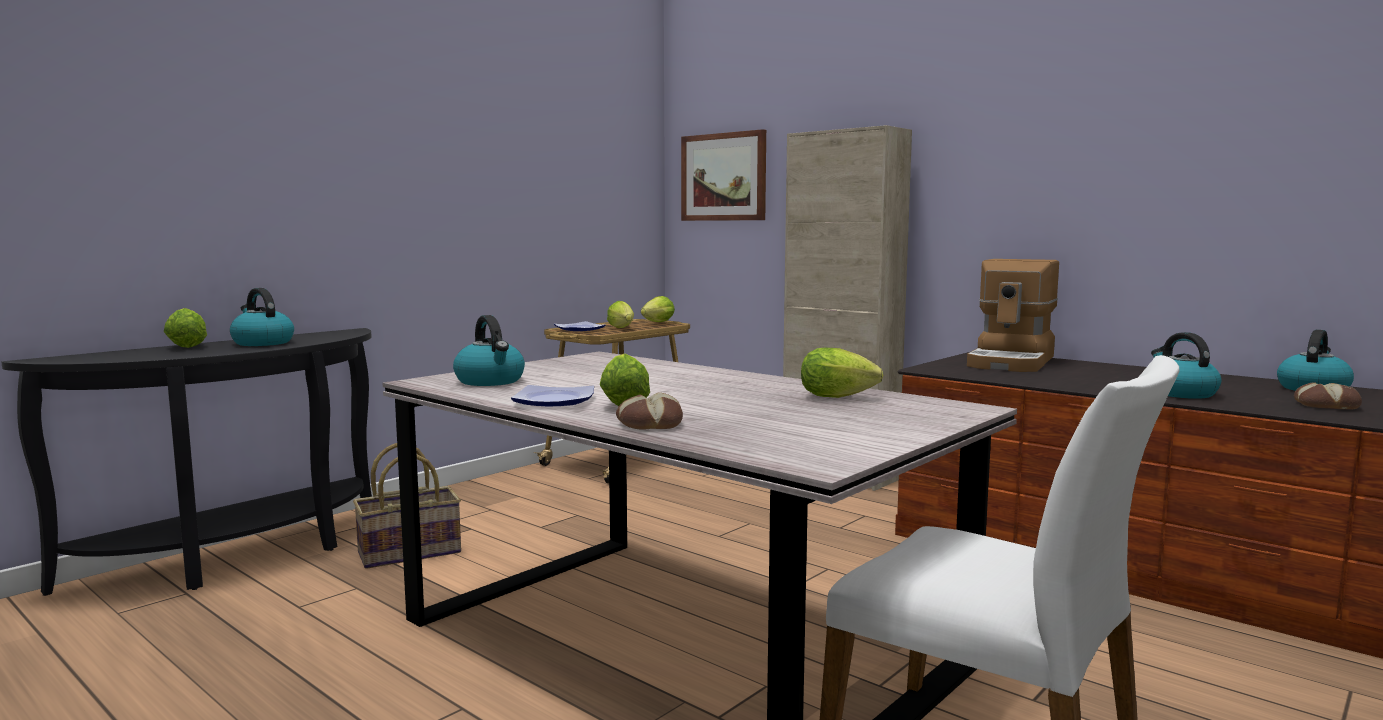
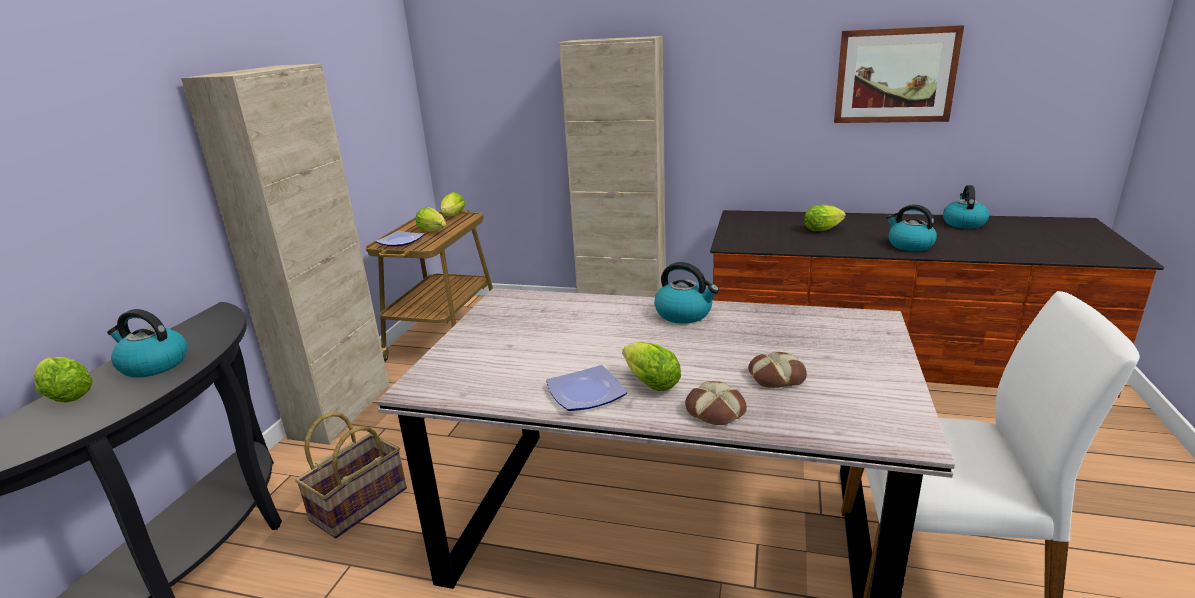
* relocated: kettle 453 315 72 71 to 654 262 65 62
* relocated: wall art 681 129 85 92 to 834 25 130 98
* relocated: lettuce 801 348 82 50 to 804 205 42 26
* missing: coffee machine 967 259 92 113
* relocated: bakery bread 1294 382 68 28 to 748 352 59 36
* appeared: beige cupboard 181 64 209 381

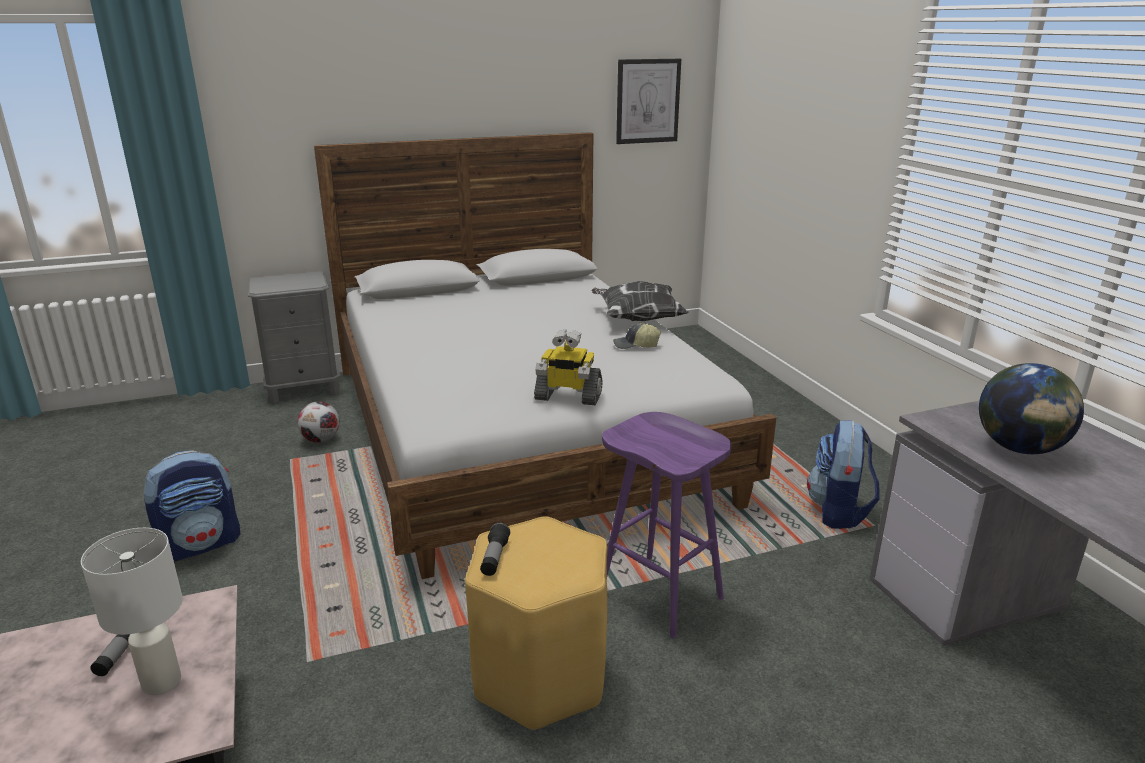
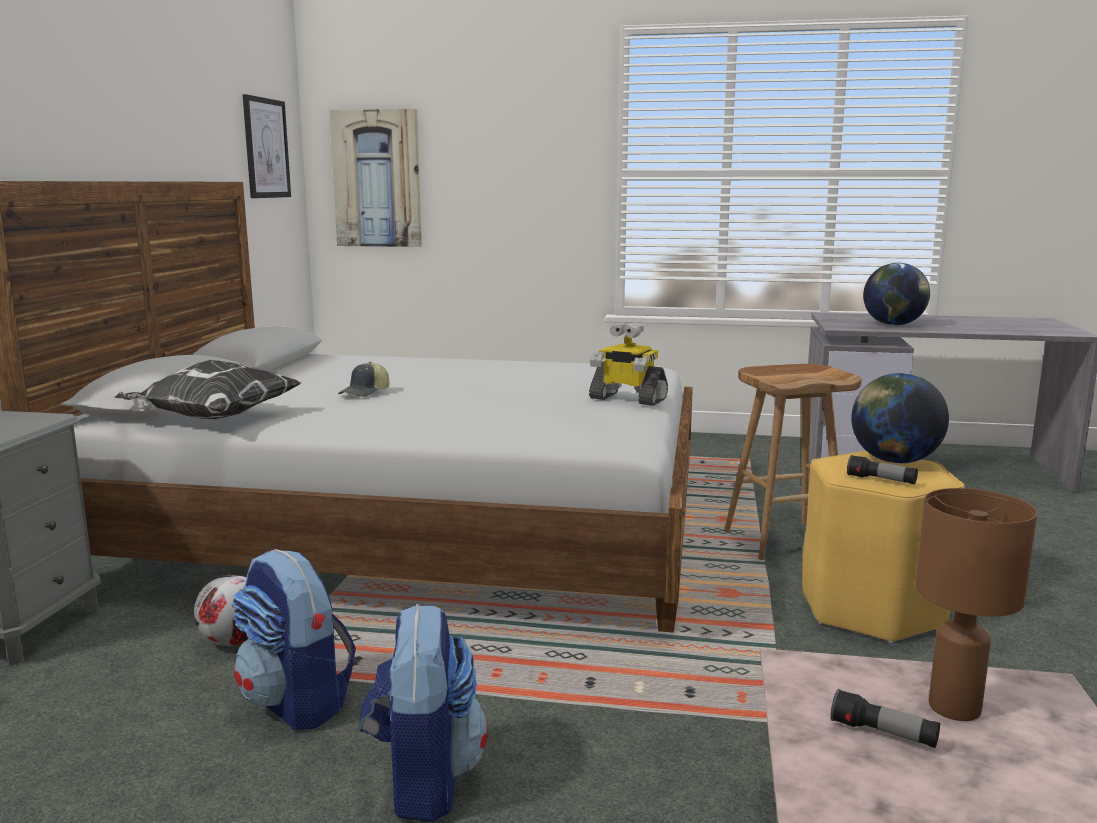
* colour: whitish tabletop lamp 81 528 101 167 to brown-coloured tabletop lamp 915 488 122 233
* spun: robot figure 534 329 69 76 = 589 322 79 84 75 degrees clockwise
* relocated: throw pillow 591 281 98 40 to 114 360 187 59
* colour: purple stool 602 412 129 226 to brown-coloured stool 724 364 138 196
* relocated: baseball cap 613 323 48 26 to 338 362 51 35
* relocated: backpack 807 420 73 109 to 232 549 124 181
* appeared: wall art 329 109 93 138
* appeared: world globe 851 373 98 91

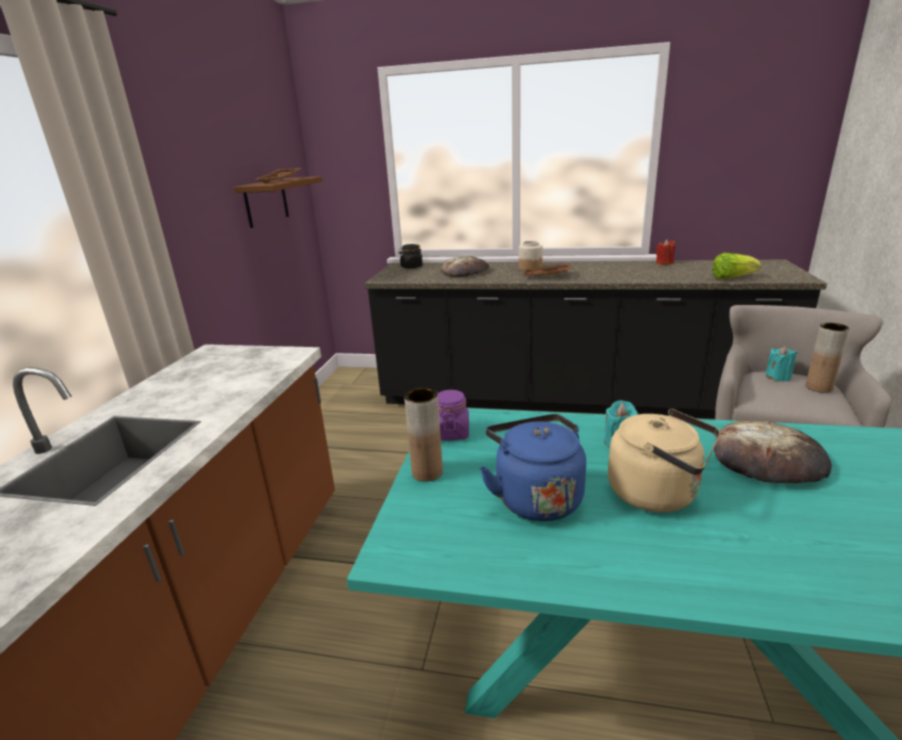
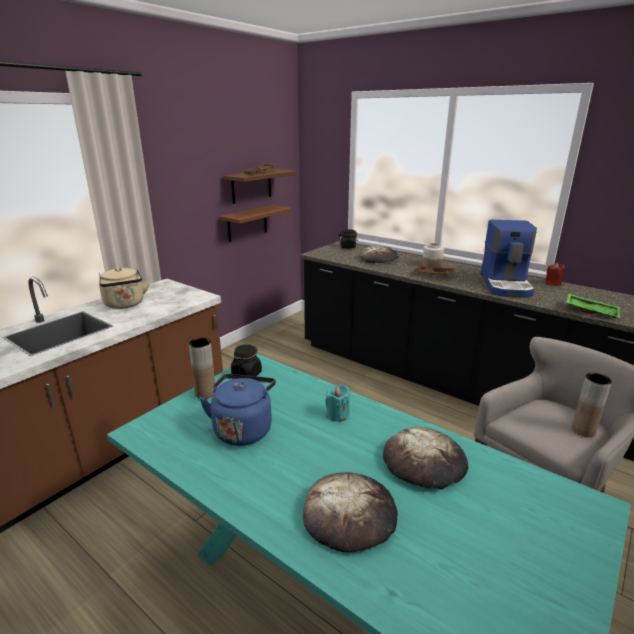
* colour: purple jar 437 390 32 50 to black jar 231 344 31 32
* relocated: beige kettle 608 409 112 103 to 99 267 51 42
* exchanged: lettuce 712 253 49 26 to green serving tray 566 293 54 25
* missing: blue-green wax candle 766 346 32 36
* appeared: brown-coloured wall shelf 219 205 73 37
* appeared: bakery bread 303 472 95 80
* appeared: coffee machine 480 220 57 78

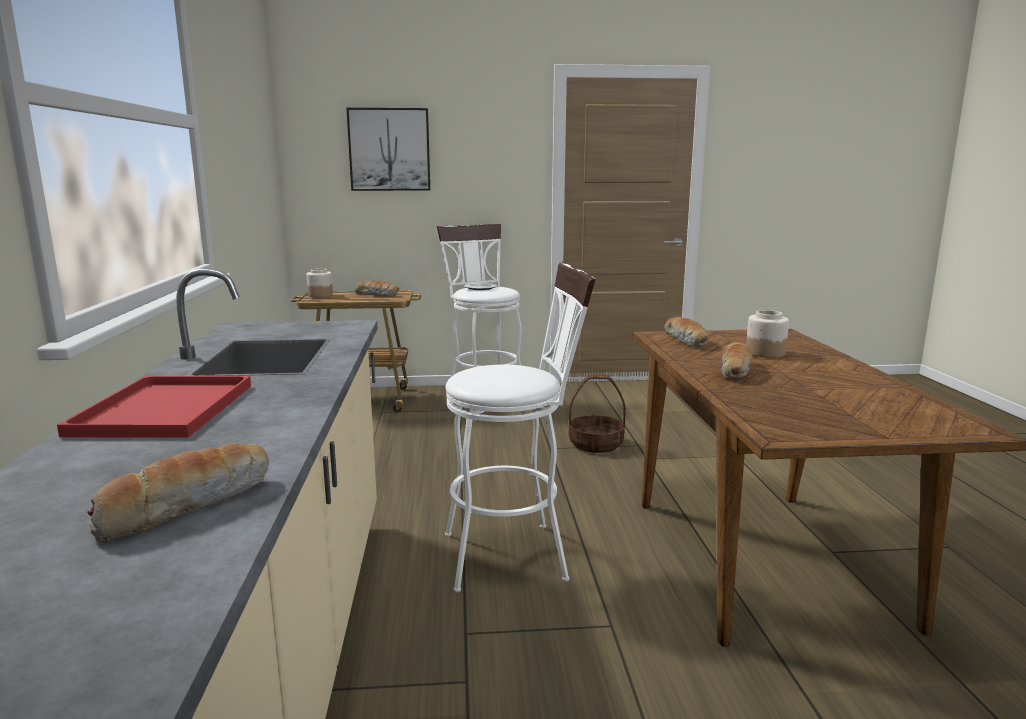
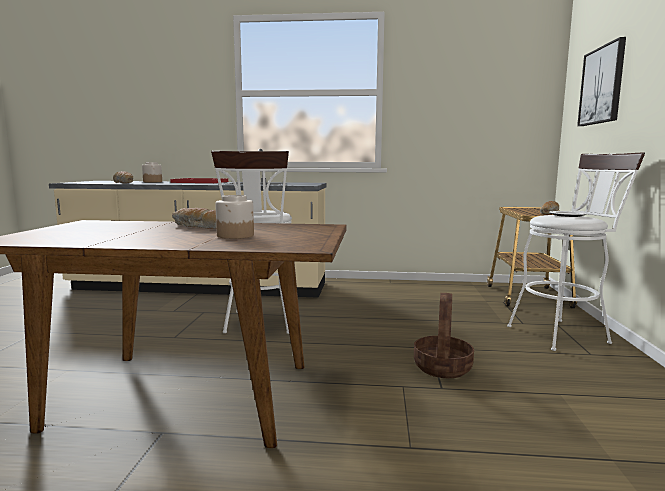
* relocated: jar 307 268 26 29 to 142 162 20 20
* missing: bakery bread 664 317 45 30

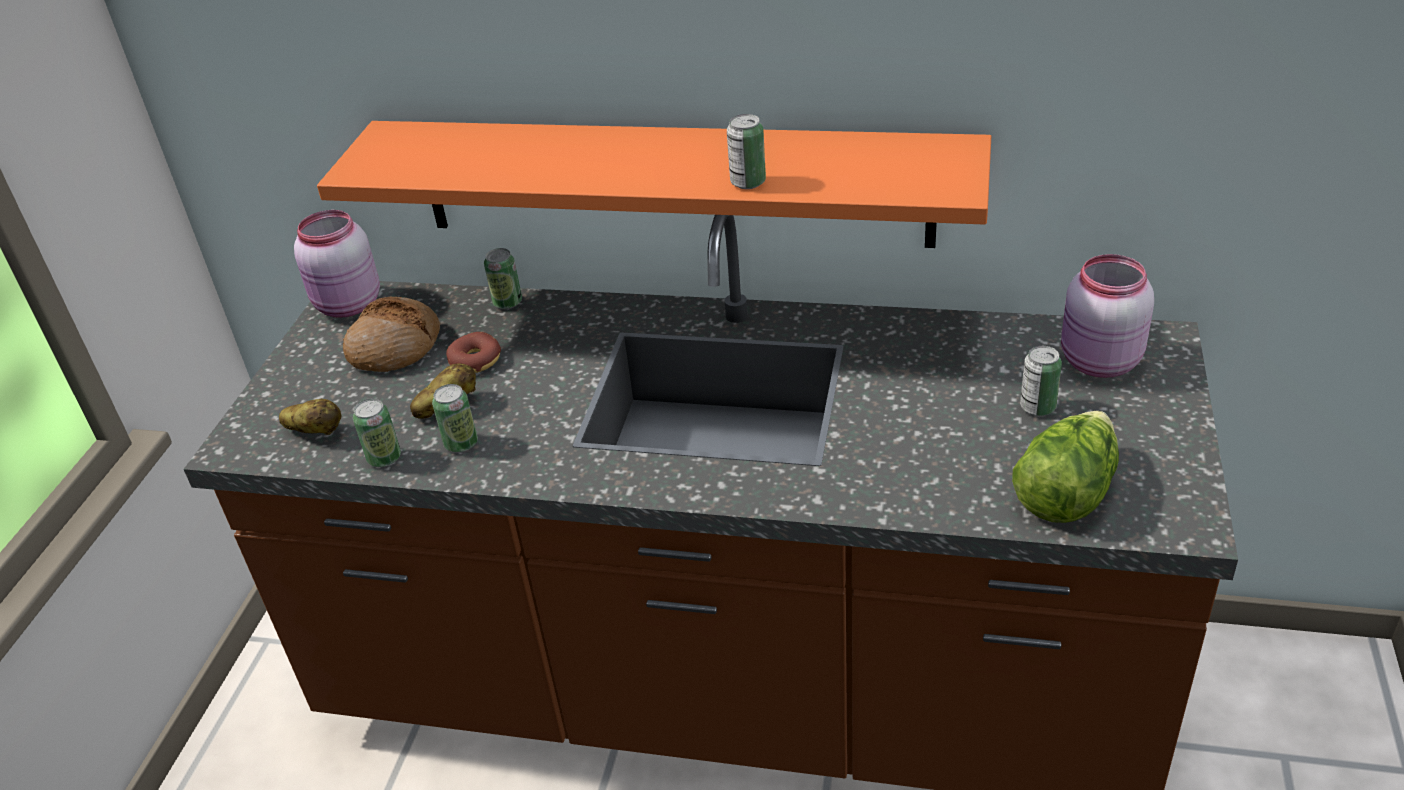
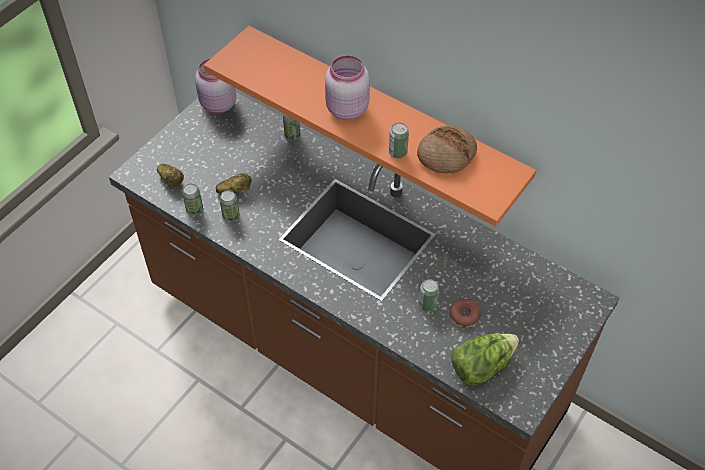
* relocated: bakery bread 343 297 97 75 to 417 125 60 48
* relocated: ring doughnut 446 332 55 41 to 449 299 32 29
* relocated: metal can 1020 346 42 70 to 419 279 20 32
* relocated: pink-coloured jar 1061 254 93 124 to 325 55 45 65

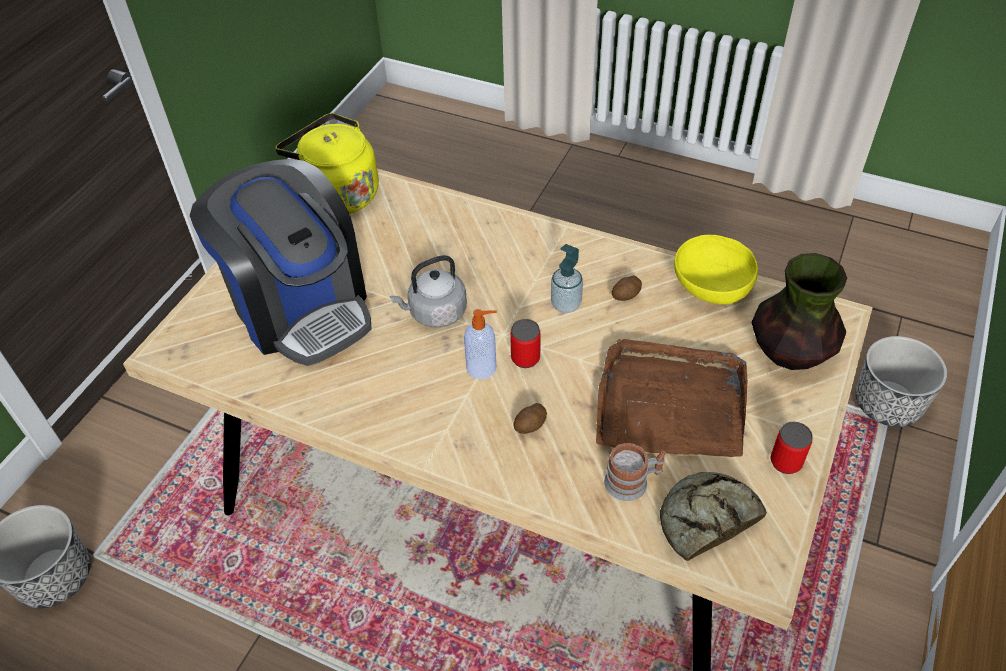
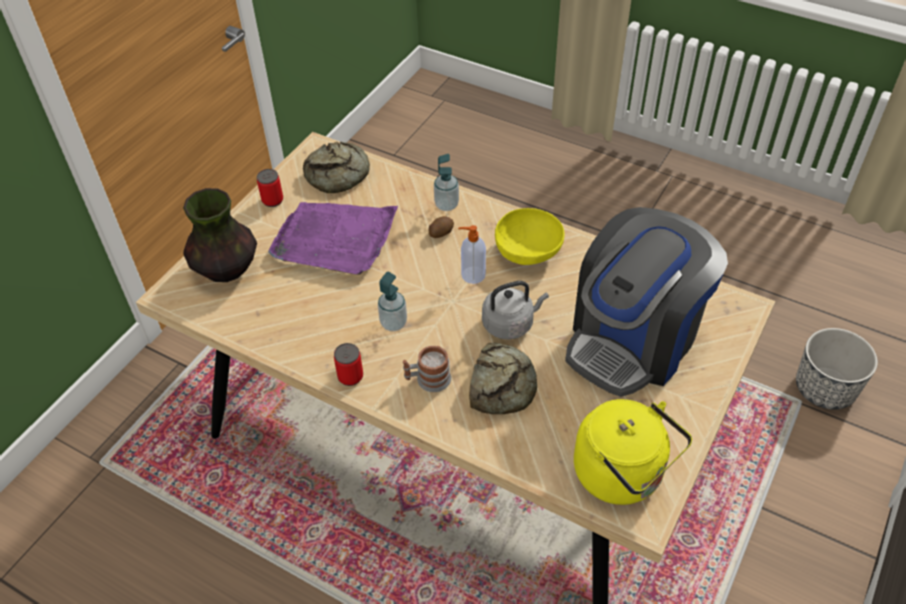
* spun: coffee machine 190 159 181 207 = 565 207 163 190 105 degrees counterclockwise
* relocated: metal can 510 319 31 49 to 334 343 29 43
* colour: brown-coloured serving tray 596 339 152 118 to purple serving tray 268 202 130 73
* relocated: mug 604 443 62 58 to 403 346 48 46
* missing: spud 612 275 30 26
* relocated: yellow bowl 674 235 84 70 to 495 208 69 57
* missing: planter 855 336 92 91
* appeared: soap dispenser 434 154 25 57
* appeared: bakery bread 469 343 68 71

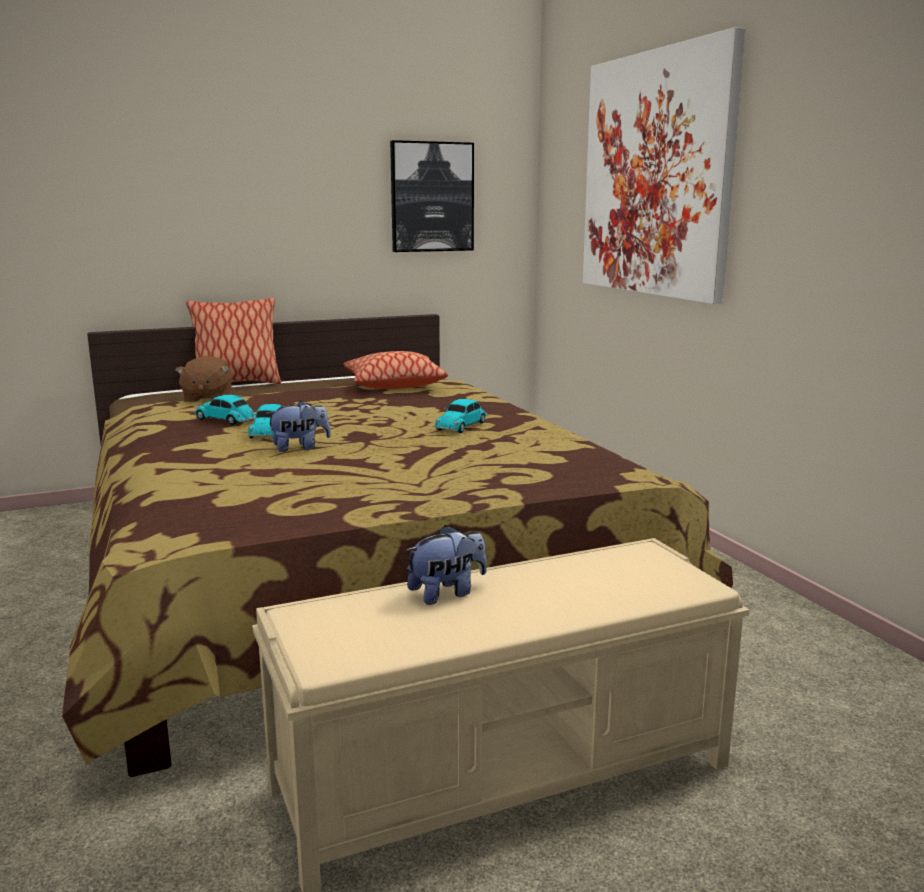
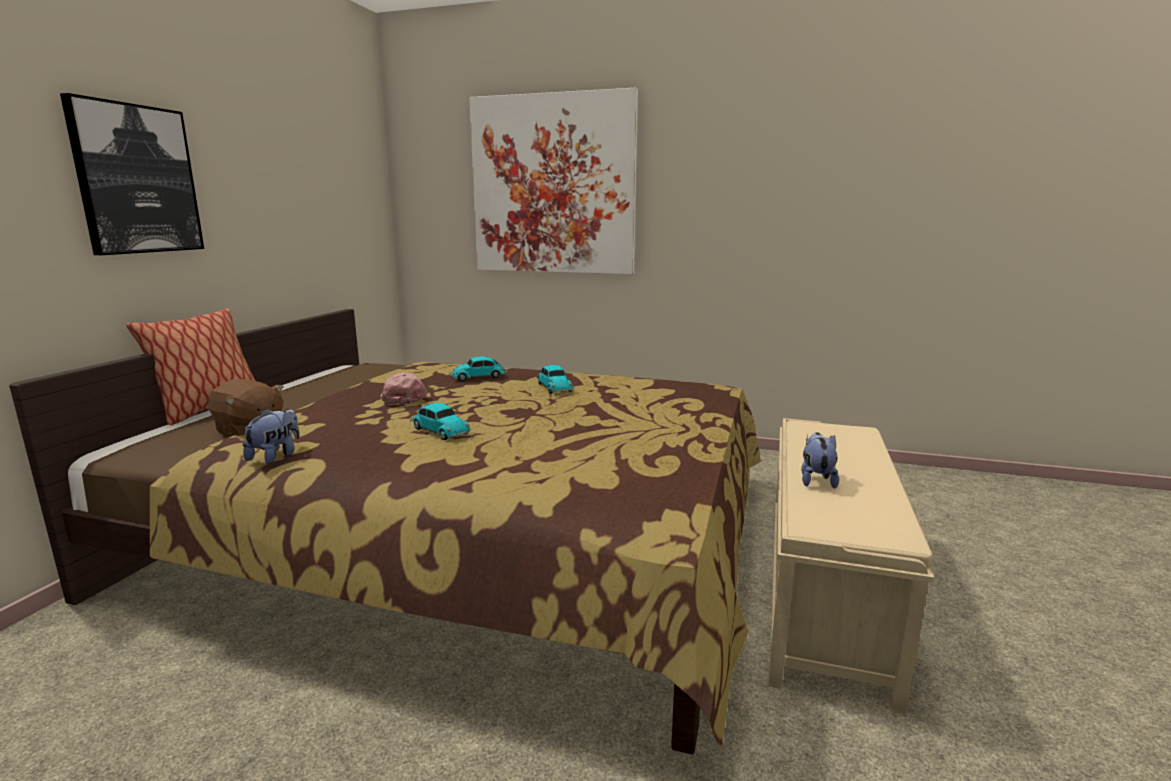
* relocated: model car 194 395 62 30 to 449 356 58 25
* relocated: cuddly toy 266 401 65 51 to 243 409 57 55
* missing: throw pillow 344 351 104 38
* relocated: wall art 390 140 84 112 to 60 93 144 162
* appeared: pink-coloured baseball cap 380 373 48 32

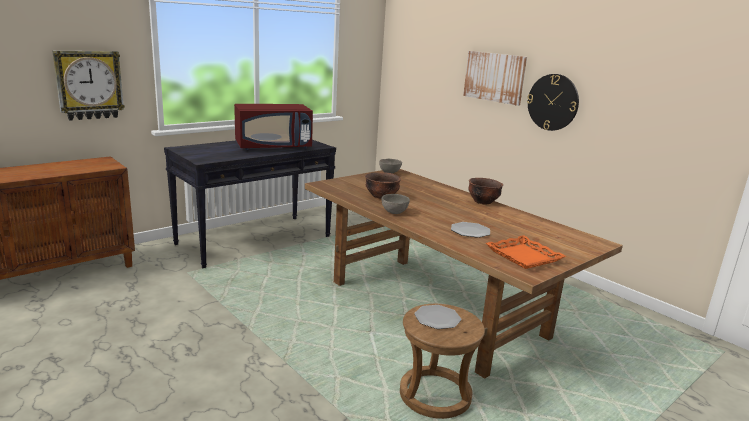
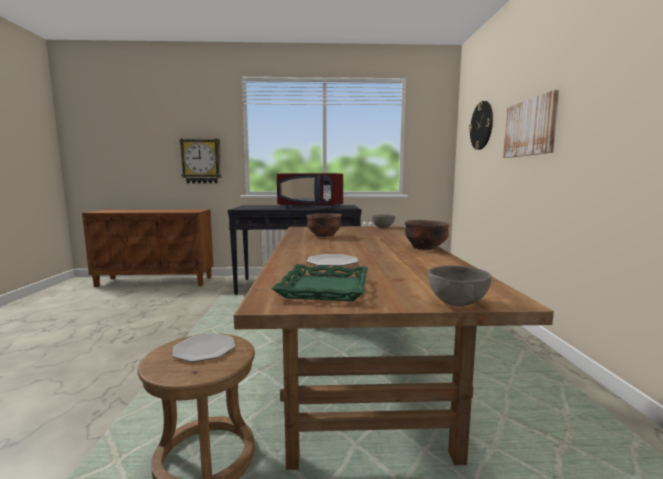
* relocated: greyish bowl 381 194 29 20 to 428 266 64 40
* colour: orange serving tray 486 235 80 34 to green serving tray 272 264 96 37
* relocated: hanging clock 527 74 52 57 to 469 101 24 49

